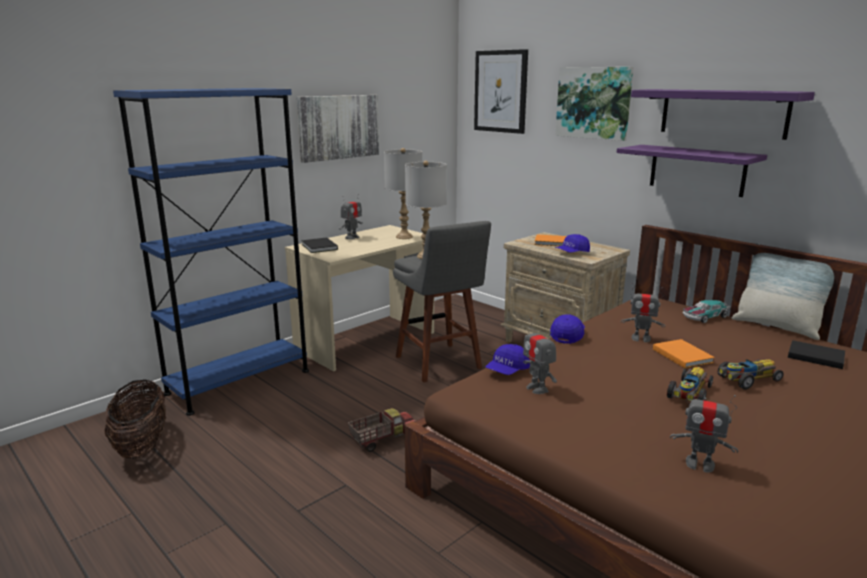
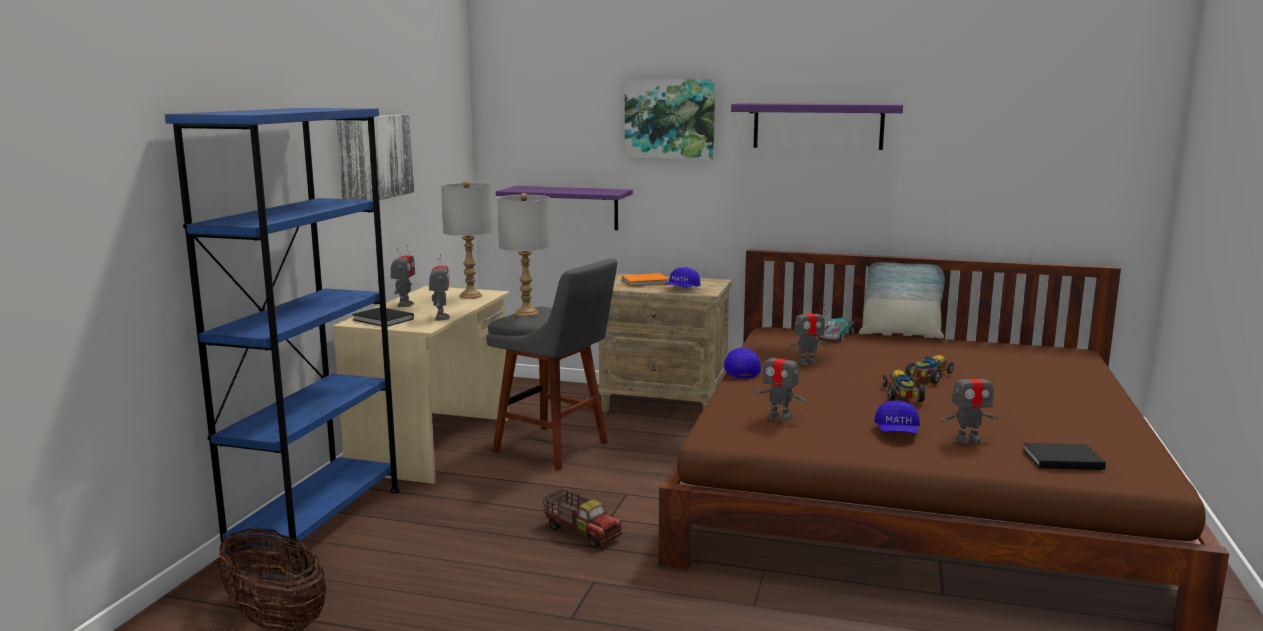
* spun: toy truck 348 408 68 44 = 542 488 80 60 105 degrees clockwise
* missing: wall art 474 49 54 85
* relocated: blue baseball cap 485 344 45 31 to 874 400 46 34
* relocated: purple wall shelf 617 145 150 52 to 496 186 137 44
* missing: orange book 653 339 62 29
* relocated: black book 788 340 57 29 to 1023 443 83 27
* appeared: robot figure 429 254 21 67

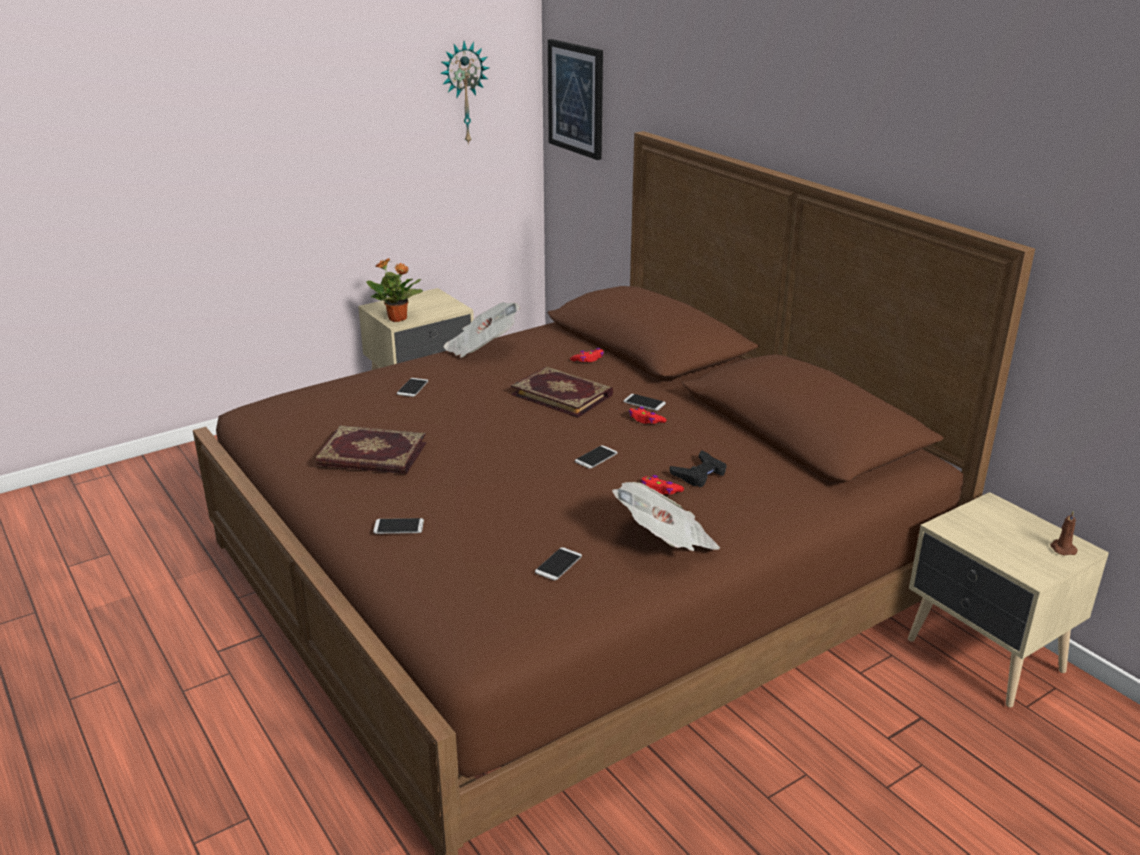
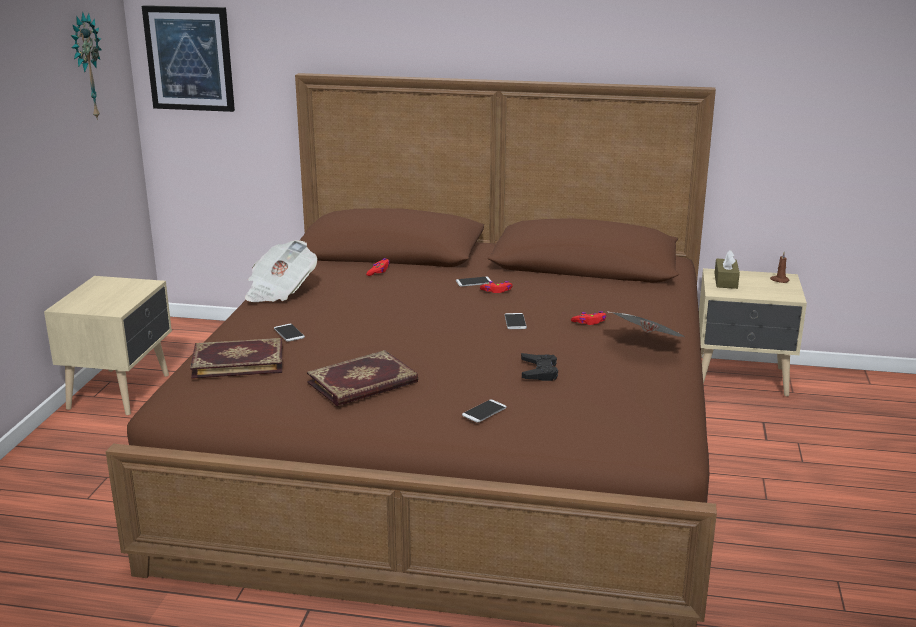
* missing: potted plant 366 258 57 64
* relocated: book 511 366 102 52 to 190 338 92 41
* missing: telephone 535 547 47 33
* relocated: black gamepad 670 450 57 37 to 521 353 37 28
* appeared: brown-coloured box of tissues 714 250 26 39

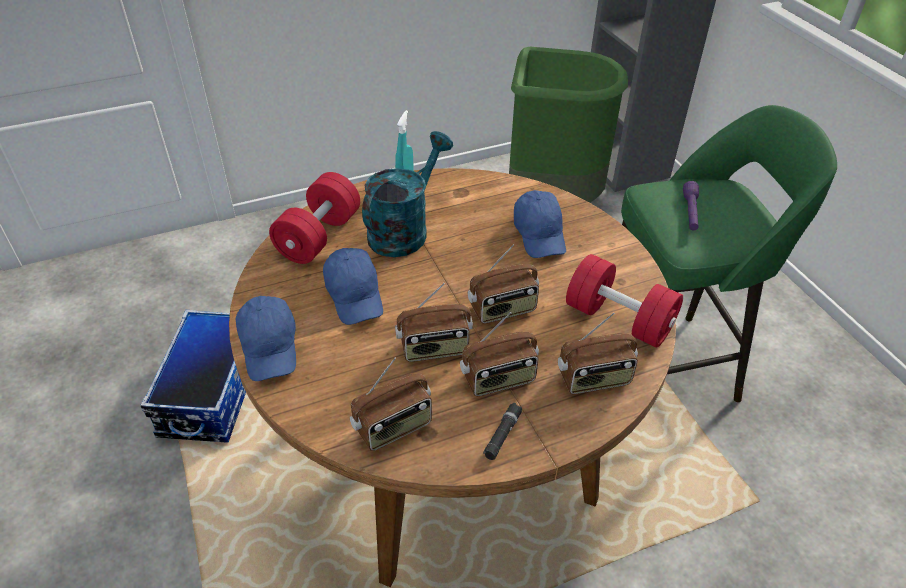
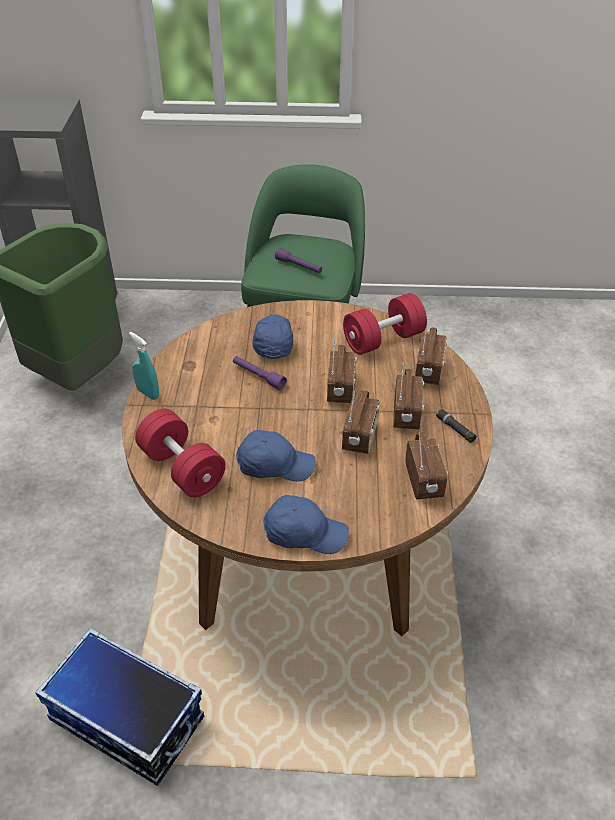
* missing: blue-green watering pot 362 131 91 126
* spun: blue baseball cap 514 190 52 68 = 252 314 41 45 105 degrees counterclockwise
* appeared: purple hand torch 233 356 54 34

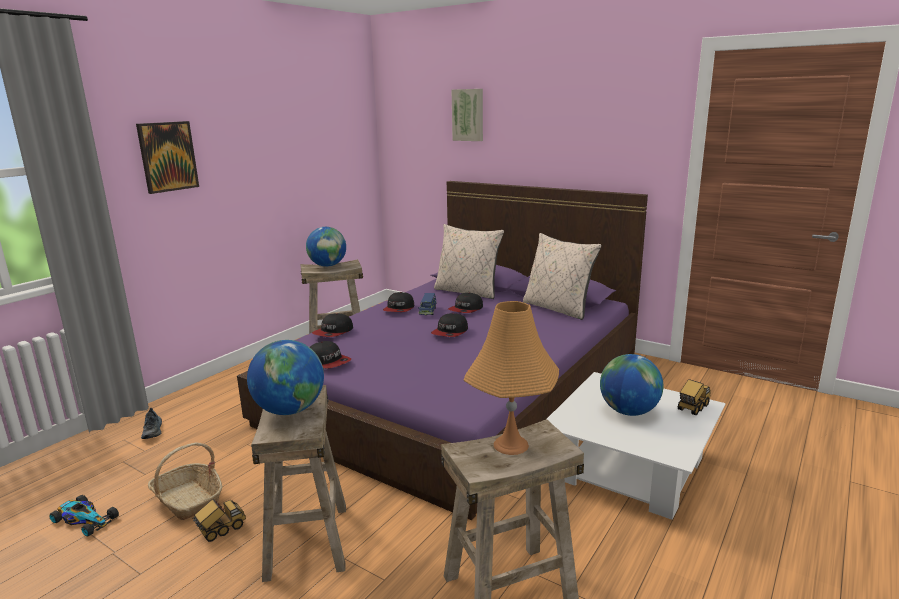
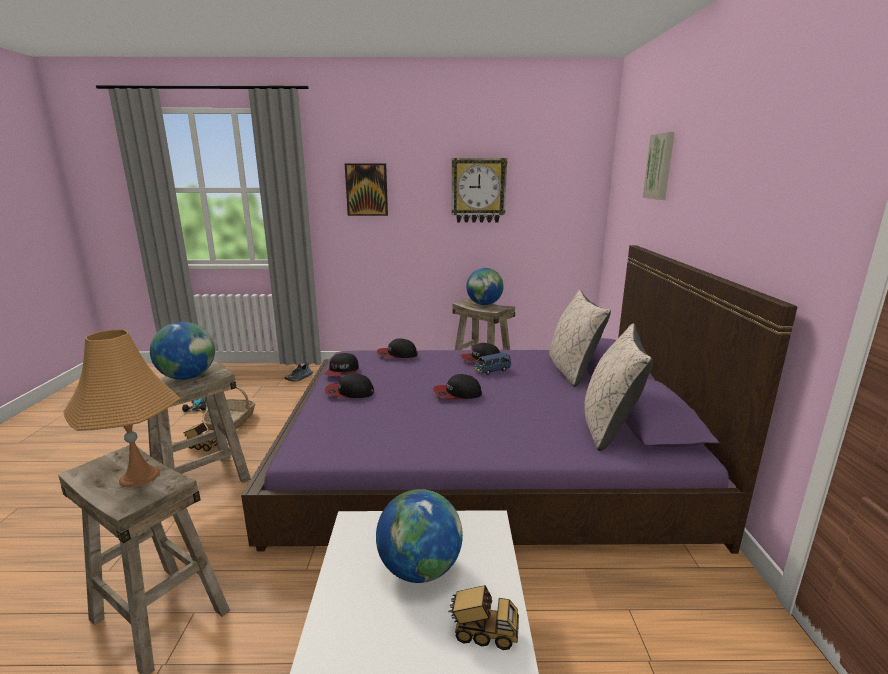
* relocated: baseball cap 448 293 35 20 to 325 373 49 25
* appeared: hanging clock 452 158 55 65

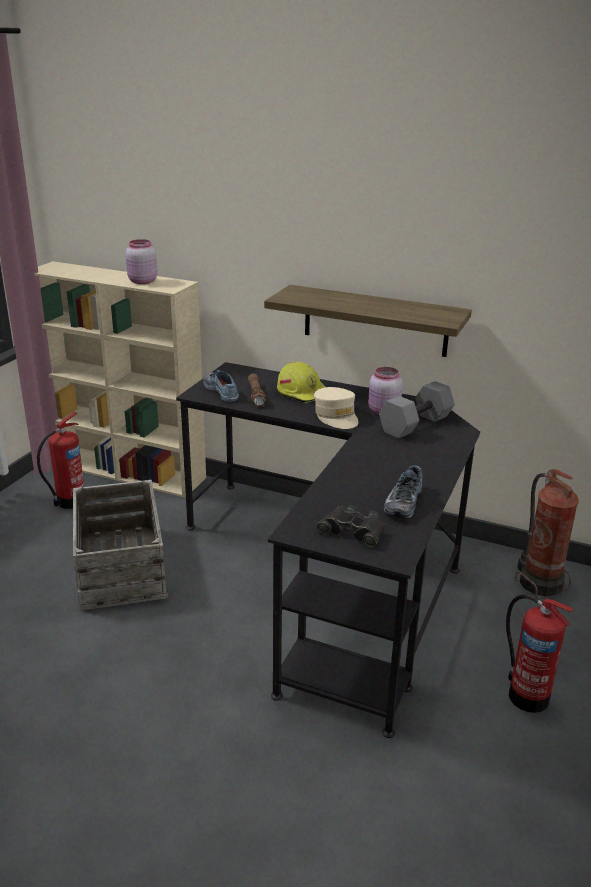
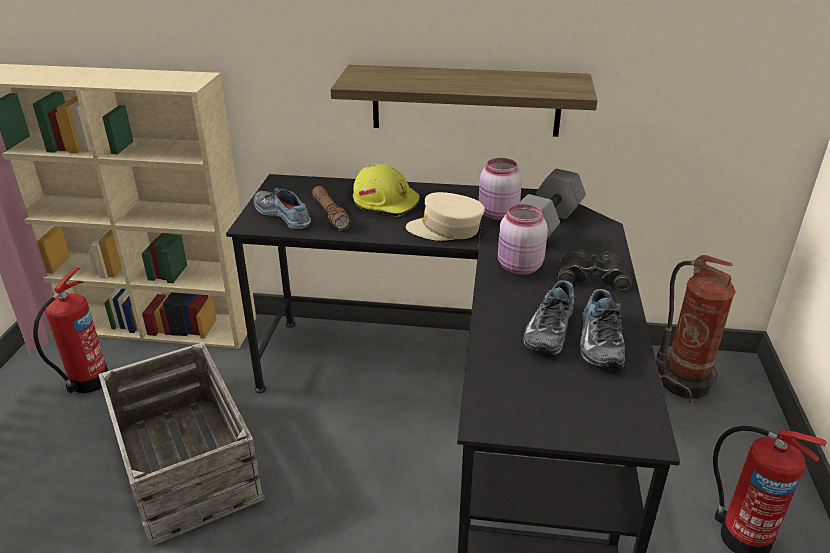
* relocated: pink-coloured jar 126 239 31 45 to 498 204 50 71
* spun: beige baseball cap 314 387 44 42 = 406 192 79 49 135 degrees clockwise
* relocated: black pair of binoculars 317 505 69 43 to 558 249 73 42
* appeared: low shoe 523 280 51 75

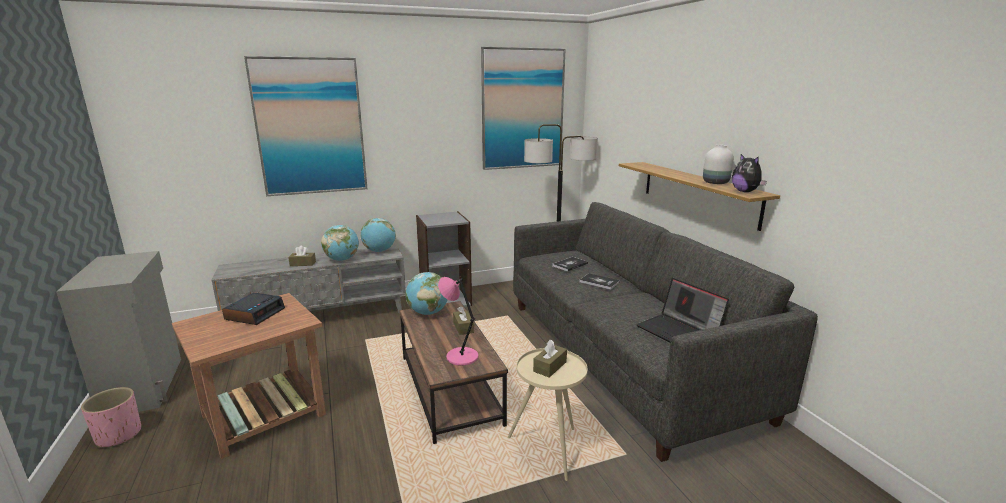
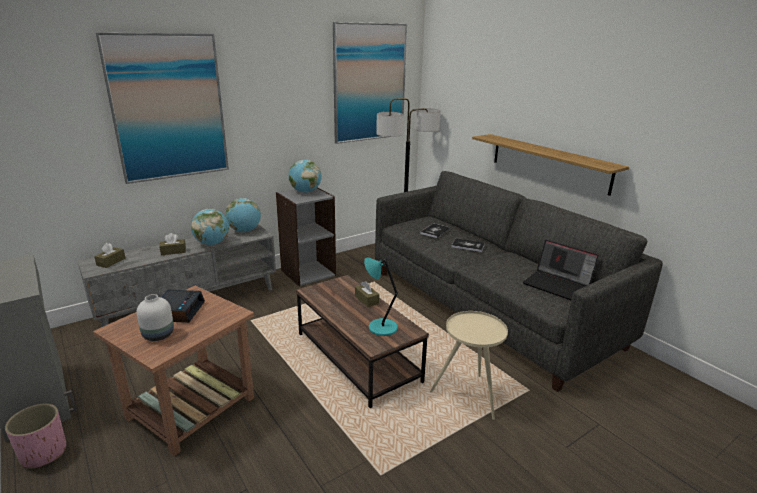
* relocated: world globe 406 272 42 43 to 289 159 32 34
* colour: pink-coloured tabletop lamp 438 277 40 89 to blue-green tabletop lamp 364 257 34 79
* relocated: brown-coloured box of tissues 533 340 34 38 to 94 243 32 25
* relocated: whitish flower vase 703 145 31 39 to 136 294 38 47
* missing: cuddly toy 732 154 35 38

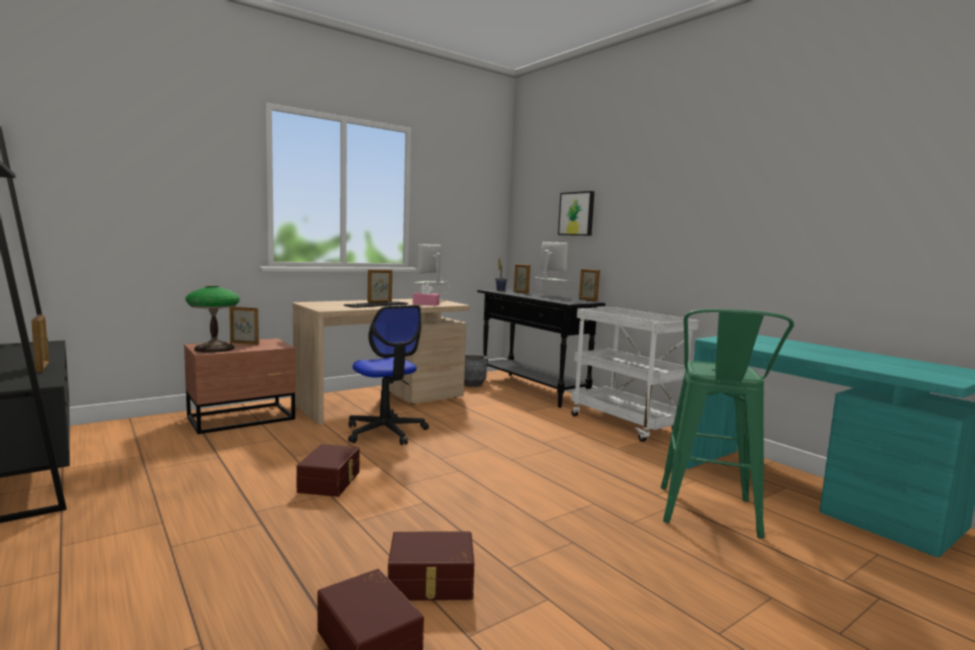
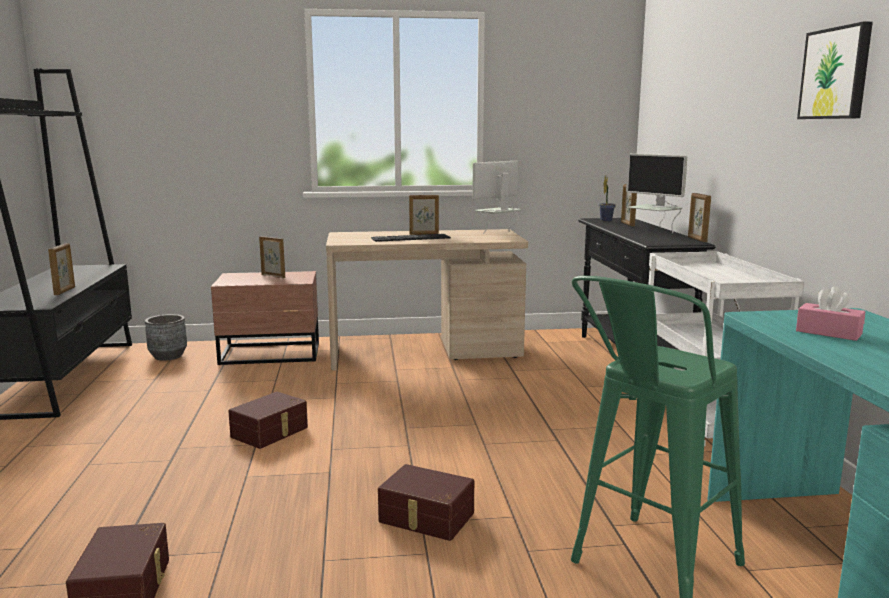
* missing: tabletop lamp 186 286 54 67
* missing: office chair 348 305 81 140
* relocated: brown-coloured storage container 388 532 86 69 to 378 464 96 77
* relocated: pink-coloured box of tissues 413 284 26 22 to 796 286 69 55
* relocated: greyish planter 464 354 23 33 to 145 314 42 47
* spun: monitor 534 242 34 53 = 626 154 61 80 135 degrees clockwise
* relocated: wall art 558 191 37 45 to 797 22 76 97

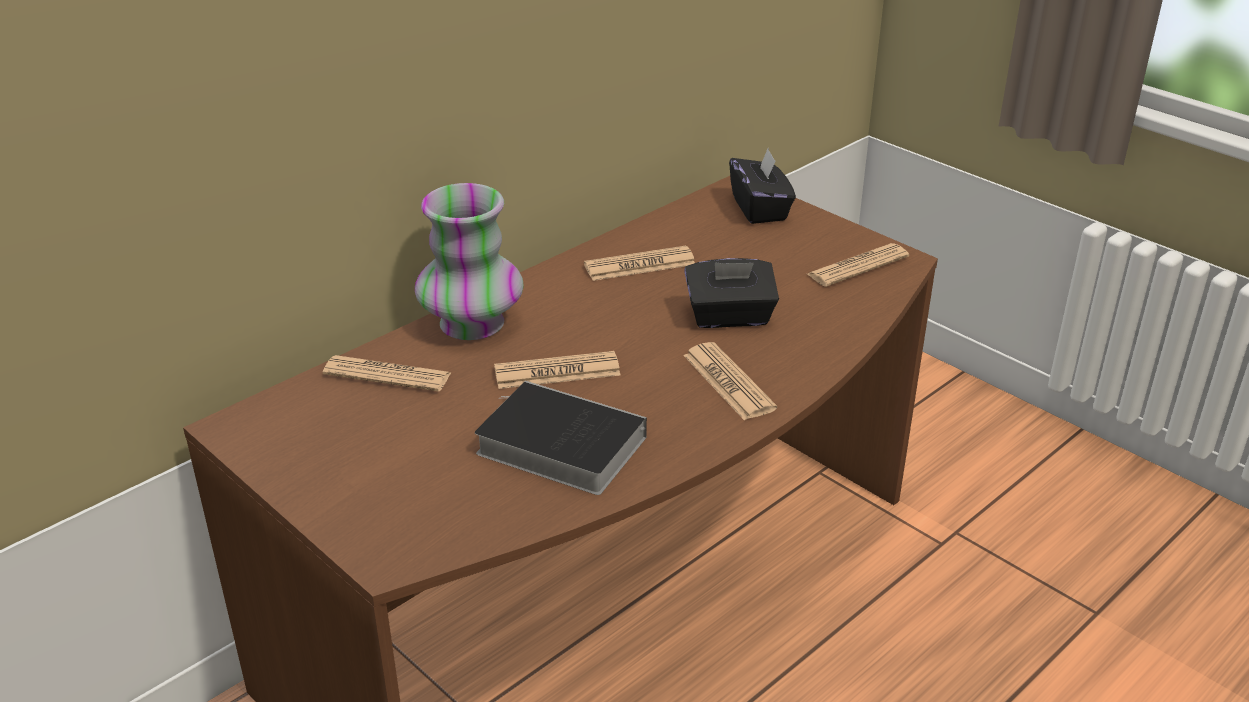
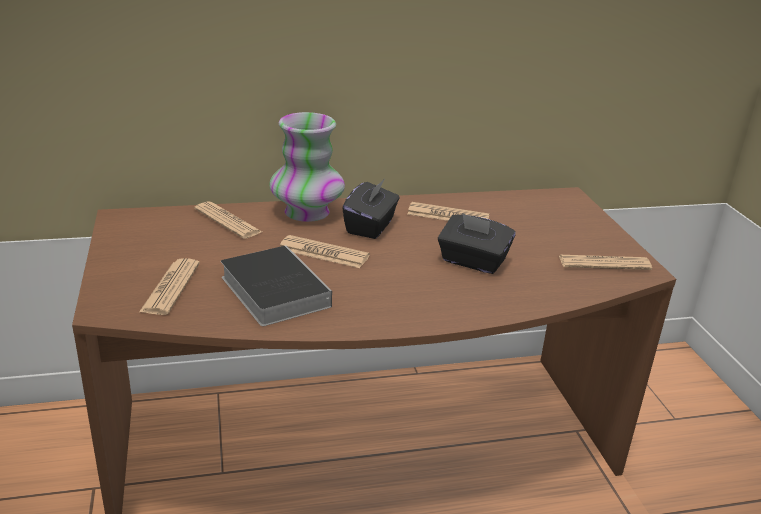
* relocated: daily paper 683 342 94 78 to 139 258 61 57
* relocated: black box of tissues 729 149 67 75 to 342 179 58 60

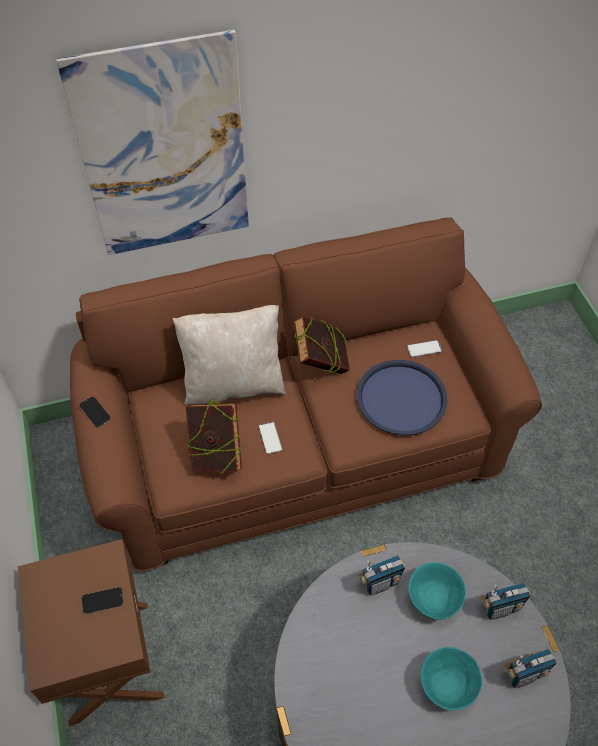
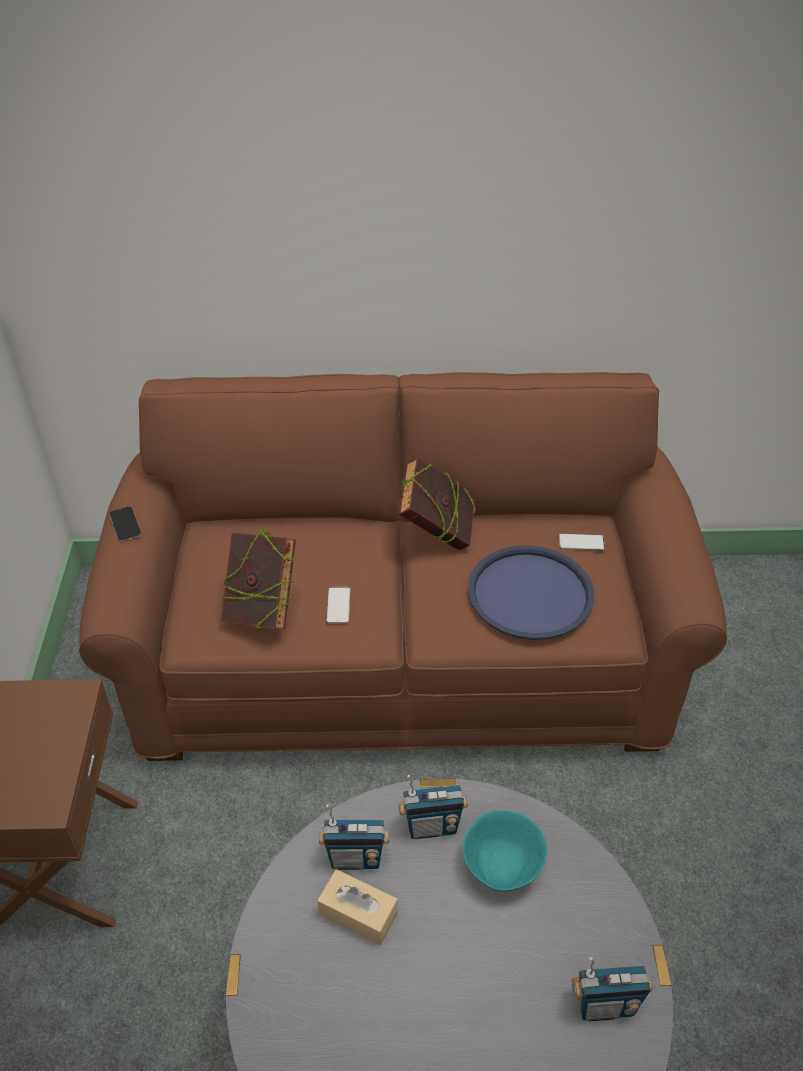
* missing: wall art 56 30 193 225
* missing: telephone 82 587 42 27
* missing: beige throw pillow 173 305 113 101
* missing: blue-green bowl 420 647 62 63
* relocated: radio 480 583 51 37 to 319 804 70 66
* appeared: beige box of tissues 317 869 81 76

